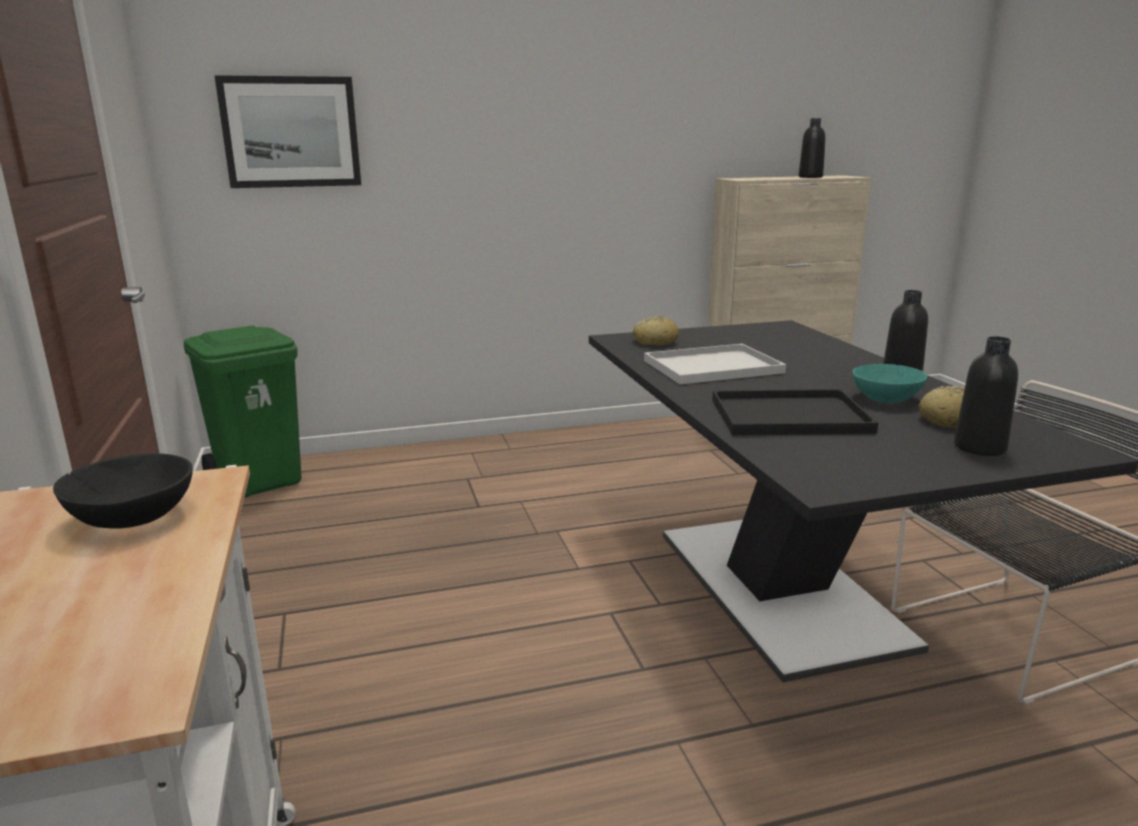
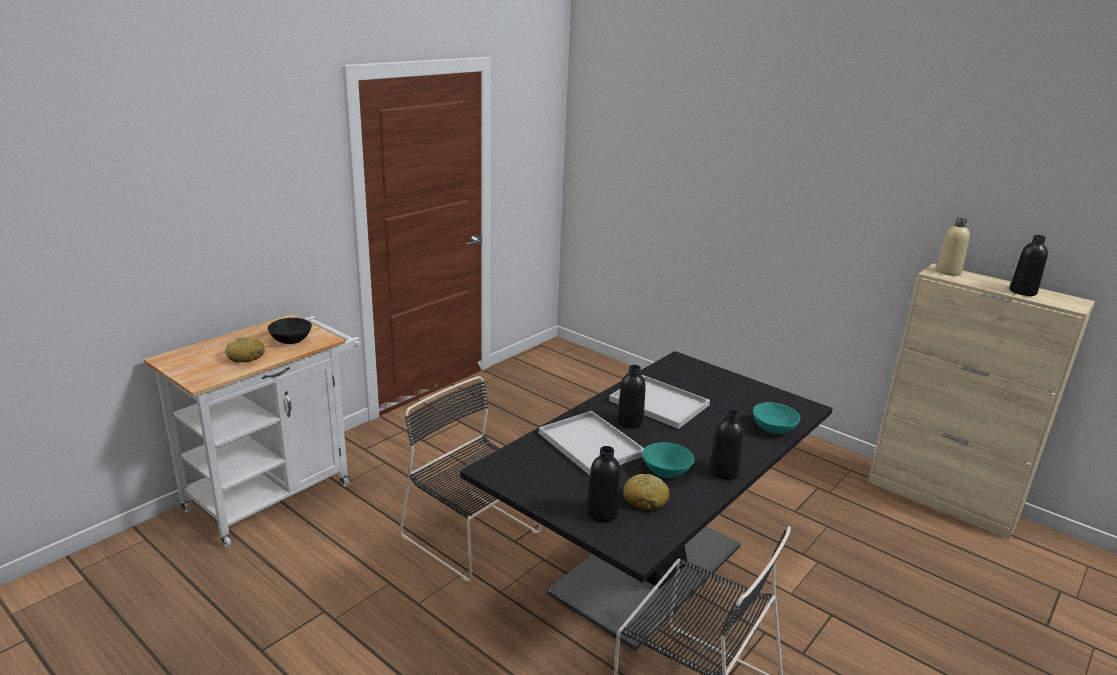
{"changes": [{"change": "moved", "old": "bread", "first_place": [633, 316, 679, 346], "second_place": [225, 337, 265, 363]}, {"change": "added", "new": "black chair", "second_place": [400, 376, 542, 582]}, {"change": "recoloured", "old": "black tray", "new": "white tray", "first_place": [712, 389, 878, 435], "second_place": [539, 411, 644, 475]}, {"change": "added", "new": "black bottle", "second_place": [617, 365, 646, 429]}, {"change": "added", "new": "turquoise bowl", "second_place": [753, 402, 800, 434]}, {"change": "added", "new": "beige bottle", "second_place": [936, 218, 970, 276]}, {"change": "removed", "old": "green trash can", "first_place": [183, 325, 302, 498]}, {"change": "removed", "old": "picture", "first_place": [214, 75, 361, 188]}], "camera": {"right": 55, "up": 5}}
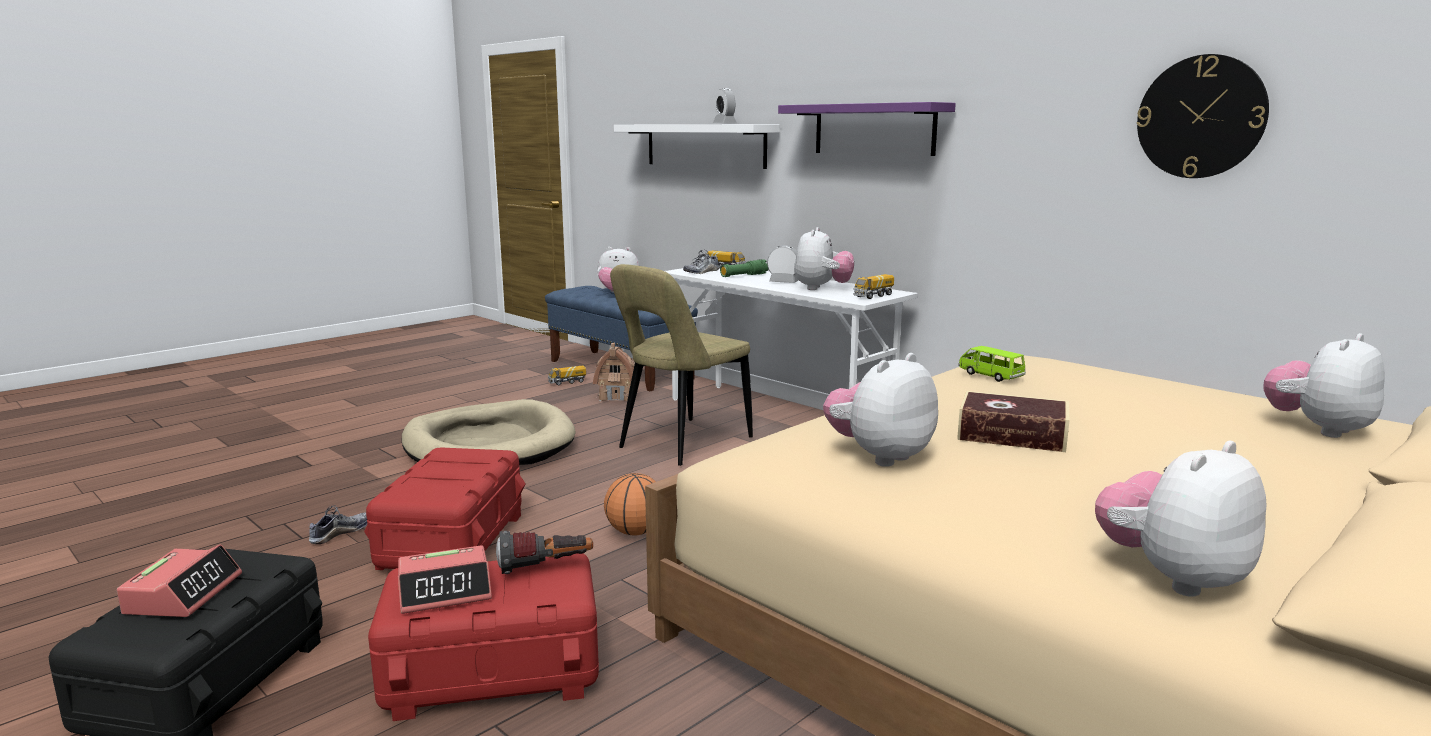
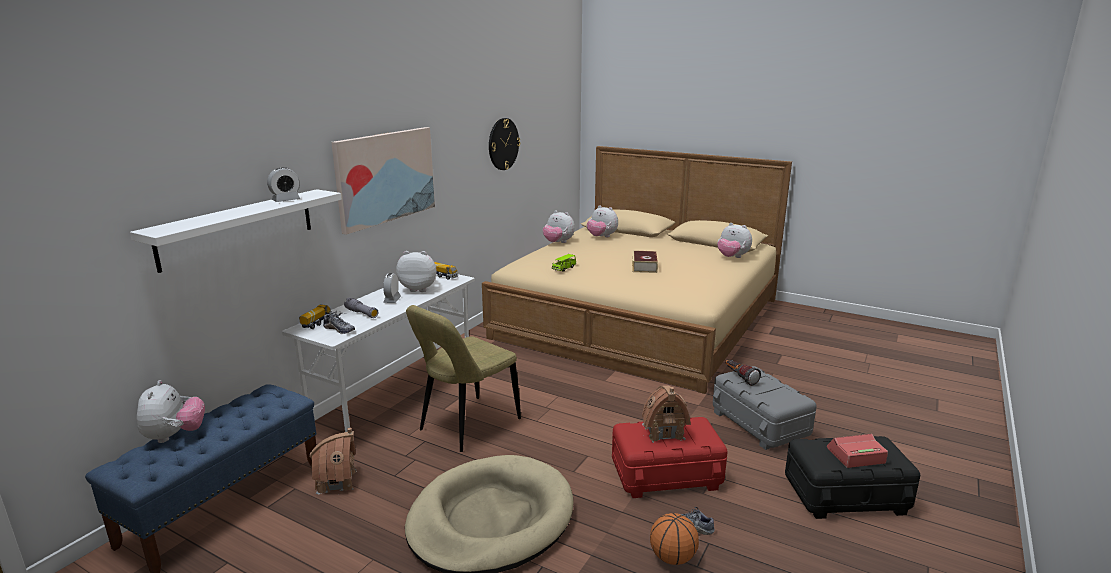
{"changes": [{"change": "replaced", "old": "purple shelf", "new": "picture", "first_place": [778, 102, 956, 156], "second_place": [331, 127, 435, 235]}, {"change": "recoloured", "old": "green flashlight", "new": "grey flashlight", "first_place": [720, 259, 768, 277], "second_place": [344, 298, 379, 318]}, {"change": "turned", "old": "beige chair", "first_place": [610, 264, 753, 466], "second_place": [406, 305, 521, 452], "degrees": 105}, {"change": "moved", "old": "plush toy", "first_place": [823, 353, 938, 467], "second_place": [543, 210, 575, 243]}, {"change": "added", "new": "toy house", "second_place": [642, 385, 691, 443]}, {"change": "moved", "old": "basketball", "first_place": [604, 473, 656, 536], "second_place": [650, 513, 699, 565]}, {"change": "recoloured", "old": "red storage box", "new": "grey storage box", "first_place": [368, 553, 599, 721], "second_place": [713, 366, 817, 450]}, {"change": "removed", "old": "alarm clock", "first_place": [398, 545, 492, 614]}, {"change": "removed", "old": "toy truck", "first_place": [548, 366, 586, 385]}], "camera": {"right": -105, "up": 5}}
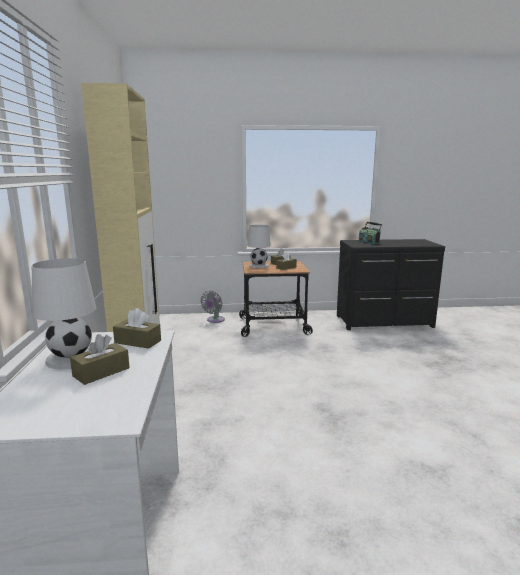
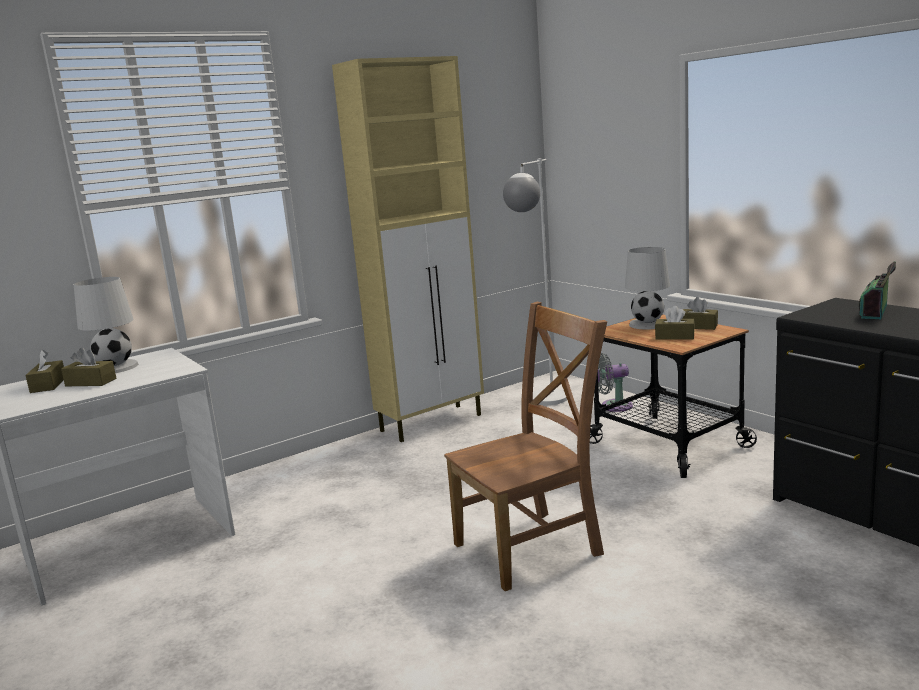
{"changes": [{"change": "moved", "old": "brown tissue box", "first_place": [113, 308, 161, 349], "second_place": [25, 350, 64, 393]}, {"change": "added", "new": "brown chair", "second_place": [444, 302, 607, 591]}, {"change": "added", "new": "white floor lamp", "second_place": [503, 158, 567, 405]}], "camera": {"right": 60, "up": 0}}
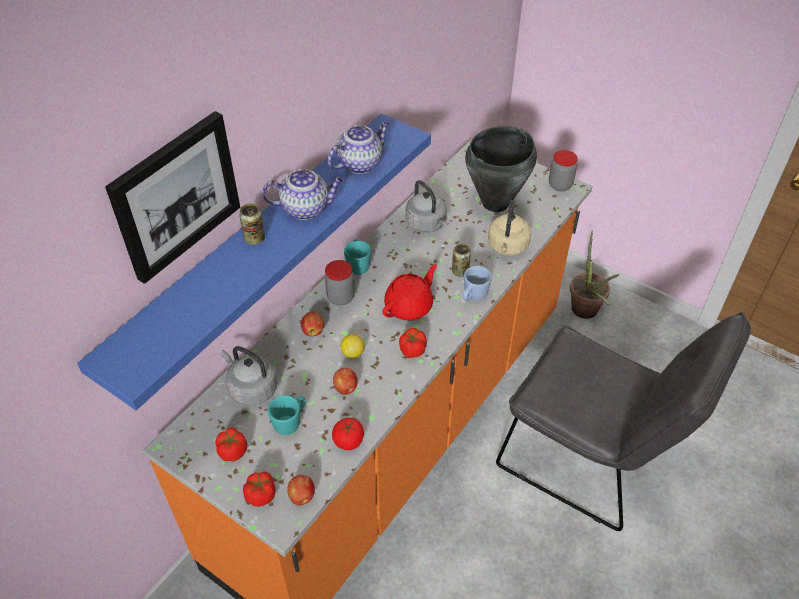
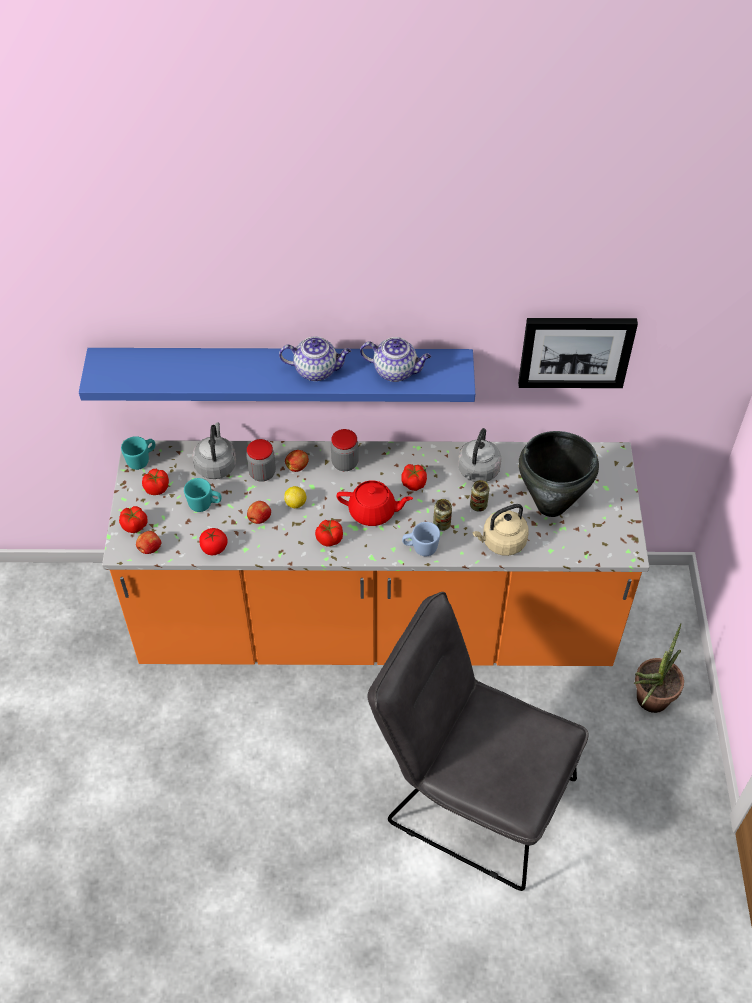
{"changes": [{"change": "moved", "old": "turquoise mug", "first_place": [344, 239, 371, 275], "second_place": [121, 436, 155, 470]}, {"change": "moved", "old": "jar", "first_place": [549, 150, 578, 191], "second_place": [246, 439, 276, 482]}, {"change": "turned", "old": "teapot", "first_place": [262, 169, 344, 220], "second_place": [279, 336, 351, 381], "degrees": -45}, {"change": "turned", "old": "grey chair", "first_place": [496, 312, 751, 531], "second_place": [367, 592, 589, 891], "degrees": 120}, {"change": "added", "new": "tomato", "second_place": [401, 464, 427, 491]}, {"change": "moved", "old": "can", "first_place": [239, 204, 265, 245], "second_place": [470, 480, 489, 512]}, {"change": "moved", "old": "picture", "first_place": [105, 111, 240, 284], "second_place": [518, 318, 638, 388]}], "camera": {"right": 55, "up": 5}}
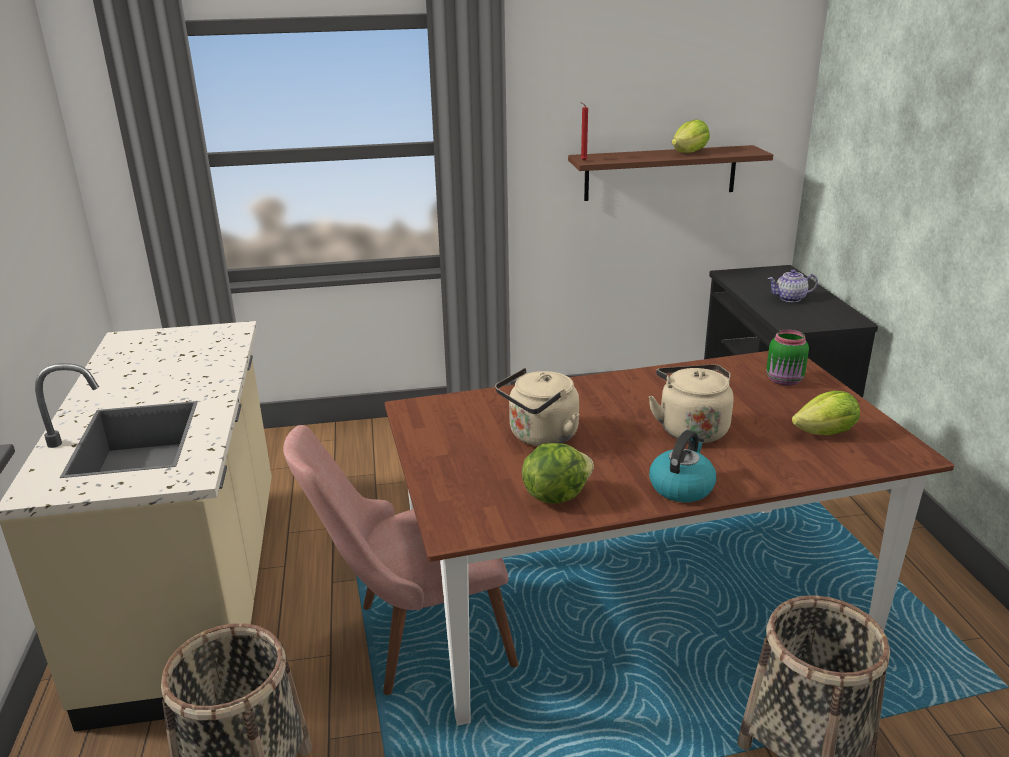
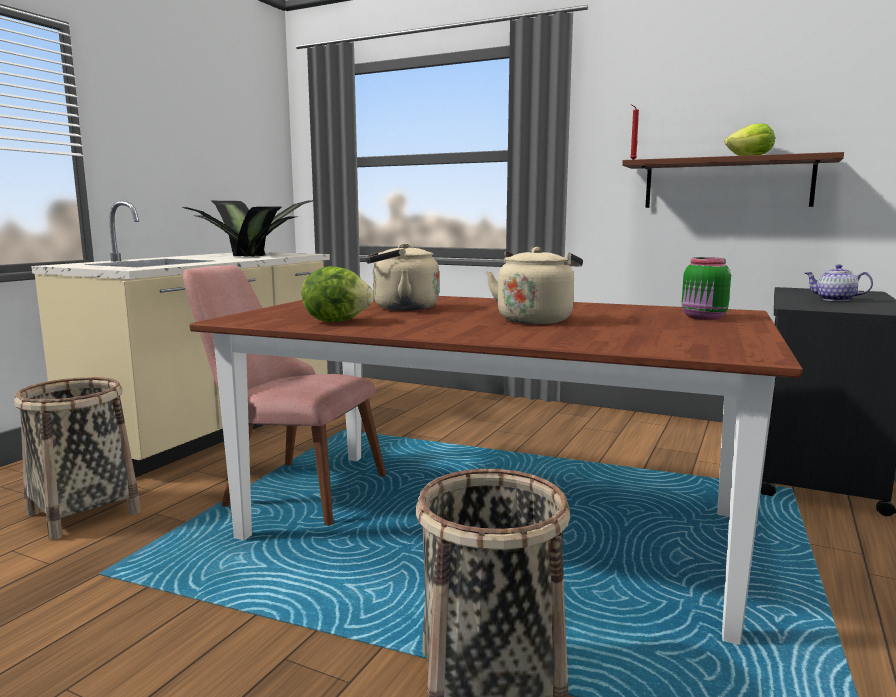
{"changes": [{"change": "added", "new": "potted plant", "second_place": [181, 200, 317, 257]}, {"change": "removed", "old": "kettle", "first_place": [649, 430, 716, 502]}, {"change": "removed", "old": "lettuce", "first_place": [792, 391, 860, 435]}], "camera": {"right": 35, "up": -15}}
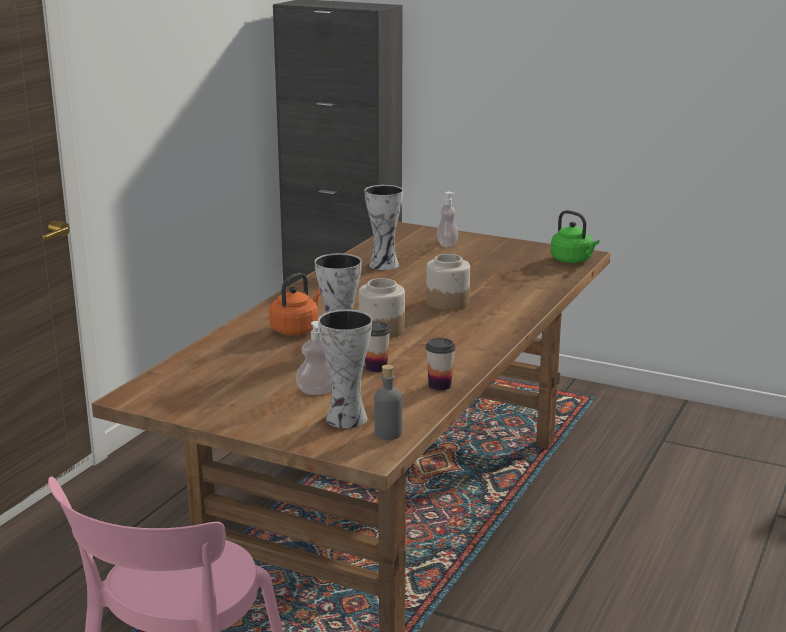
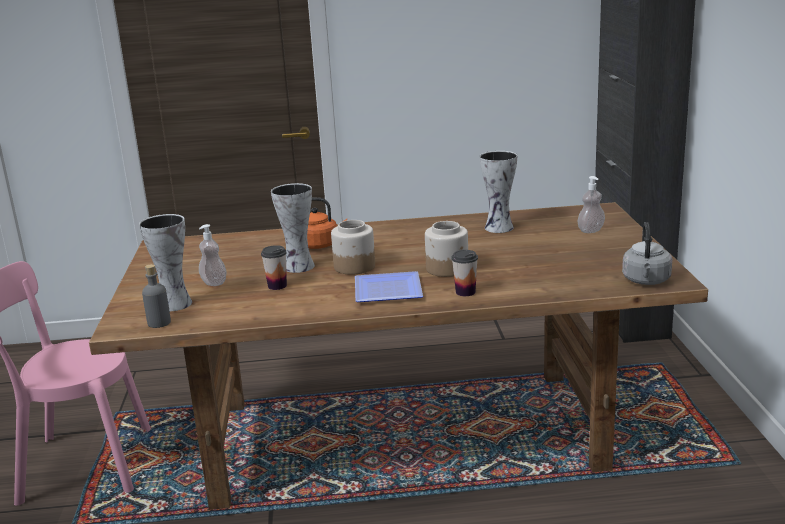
{"changes": [{"change": "added", "new": "plate", "second_place": [355, 271, 423, 302]}, {"change": "moved", "old": "cup", "first_place": [426, 338, 456, 391], "second_place": [451, 250, 478, 296]}, {"change": "recoloured", "old": "green kettle", "new": "grey kettle", "first_place": [551, 210, 599, 263], "second_place": [622, 222, 672, 285]}], "camera": {"right": 60, "up": 0}}
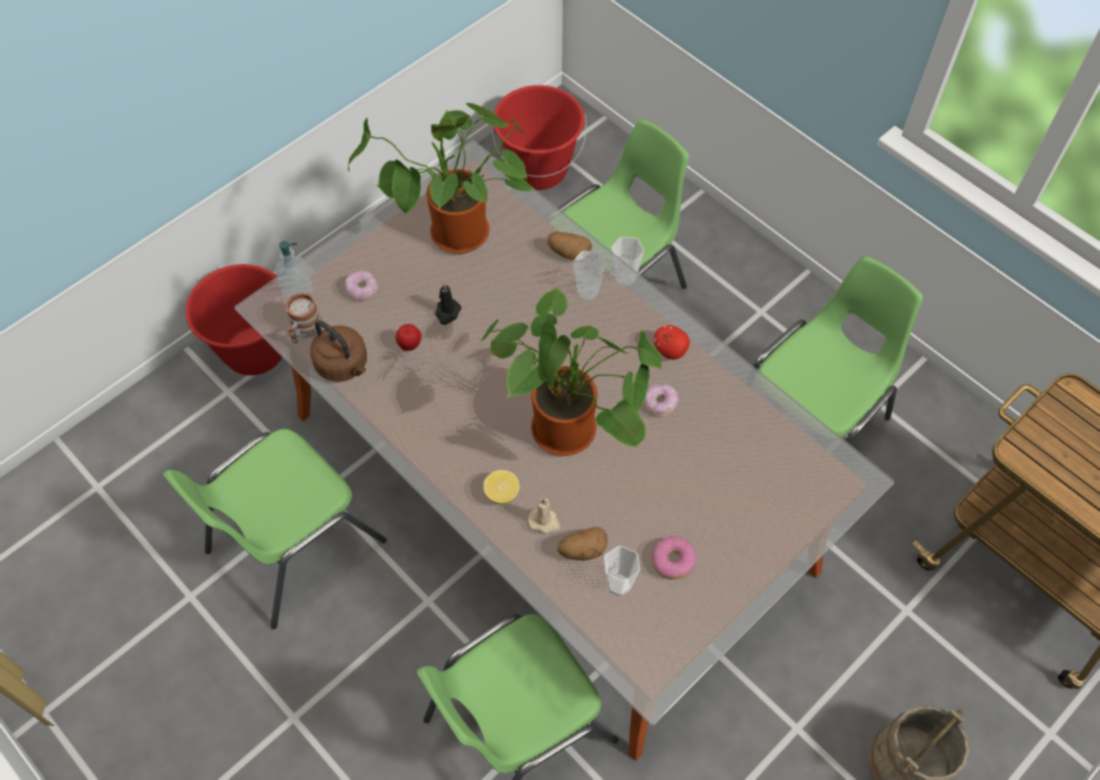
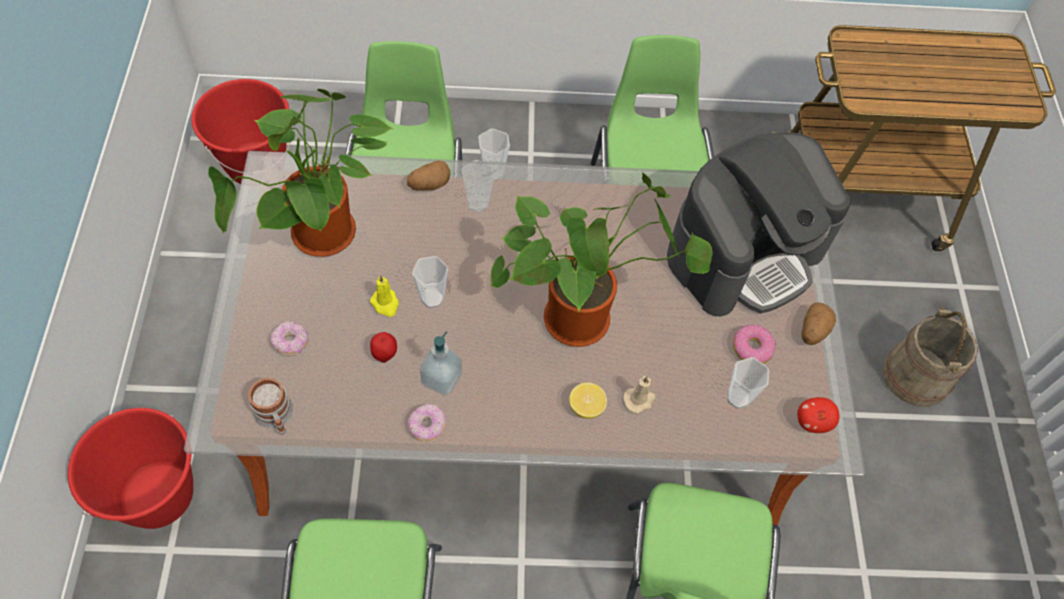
{"changes": [{"change": "recoloured", "old": "black candle", "new": "yellow candle", "first_place": [435, 283, 461, 325], "second_place": [370, 275, 399, 317]}, {"change": "moved", "old": "donut", "first_place": [644, 384, 679, 416], "second_place": [408, 404, 446, 442]}, {"change": "added", "new": "cup", "second_place": [412, 256, 448, 308]}, {"change": "moved", "old": "soap dispenser", "first_place": [275, 241, 313, 300], "second_place": [420, 332, 462, 395]}, {"change": "added", "new": "coffee machine", "second_place": [667, 132, 850, 316]}, {"change": "moved", "old": "apple", "first_place": [653, 325, 690, 360], "second_place": [797, 397, 839, 433]}, {"change": "moved", "old": "potato", "first_place": [557, 527, 608, 561], "second_place": [801, 302, 836, 345]}, {"change": "removed", "old": "brown kettle", "first_place": [310, 320, 367, 382]}], "camera": {"right": -50, "up": 0}}
